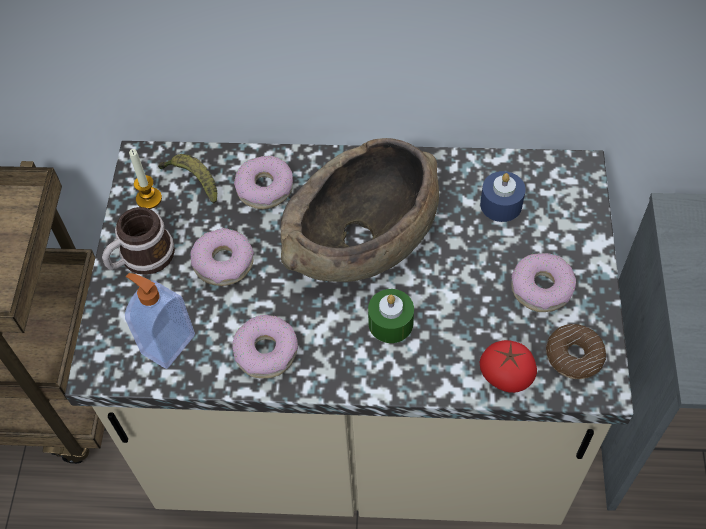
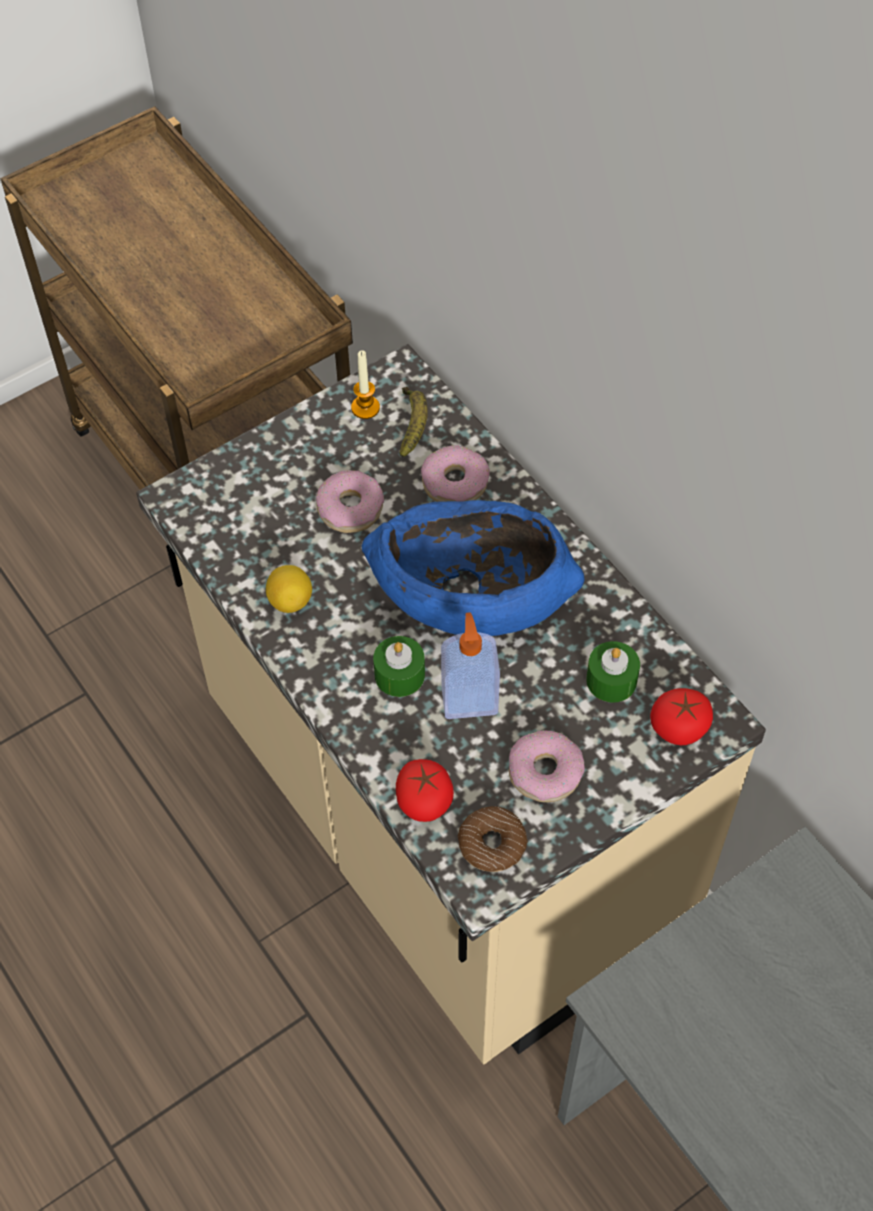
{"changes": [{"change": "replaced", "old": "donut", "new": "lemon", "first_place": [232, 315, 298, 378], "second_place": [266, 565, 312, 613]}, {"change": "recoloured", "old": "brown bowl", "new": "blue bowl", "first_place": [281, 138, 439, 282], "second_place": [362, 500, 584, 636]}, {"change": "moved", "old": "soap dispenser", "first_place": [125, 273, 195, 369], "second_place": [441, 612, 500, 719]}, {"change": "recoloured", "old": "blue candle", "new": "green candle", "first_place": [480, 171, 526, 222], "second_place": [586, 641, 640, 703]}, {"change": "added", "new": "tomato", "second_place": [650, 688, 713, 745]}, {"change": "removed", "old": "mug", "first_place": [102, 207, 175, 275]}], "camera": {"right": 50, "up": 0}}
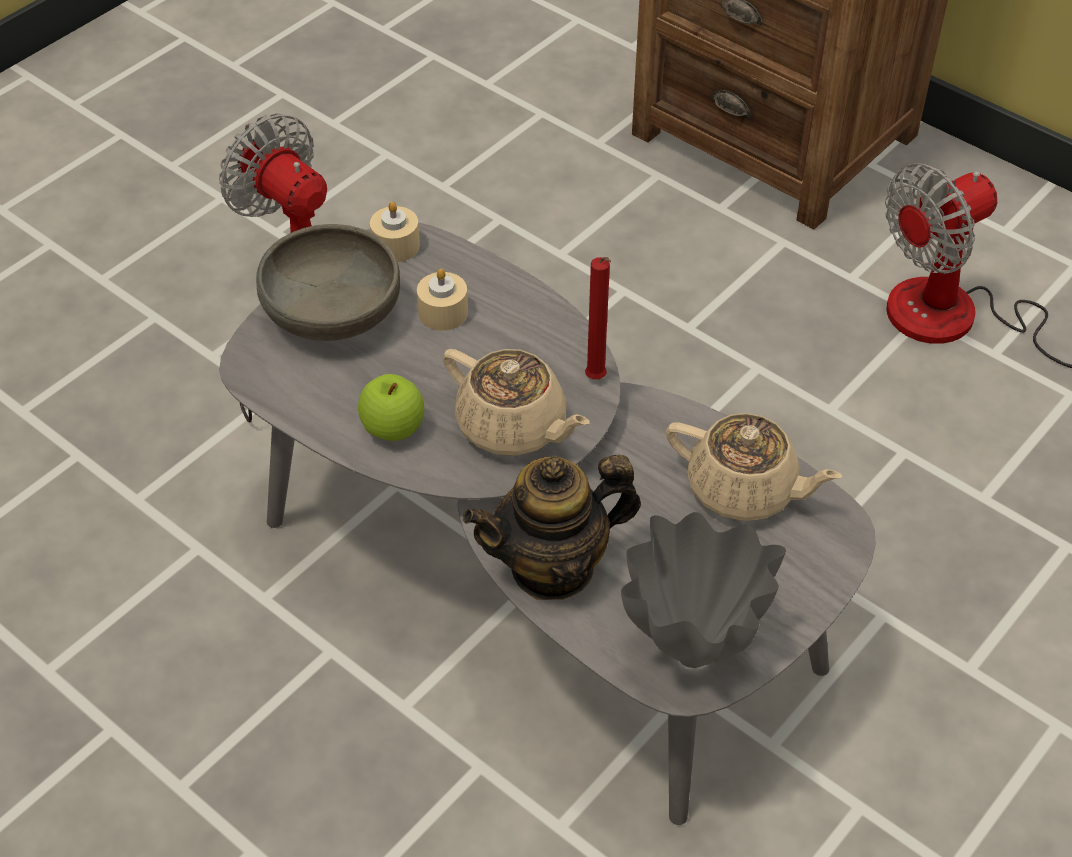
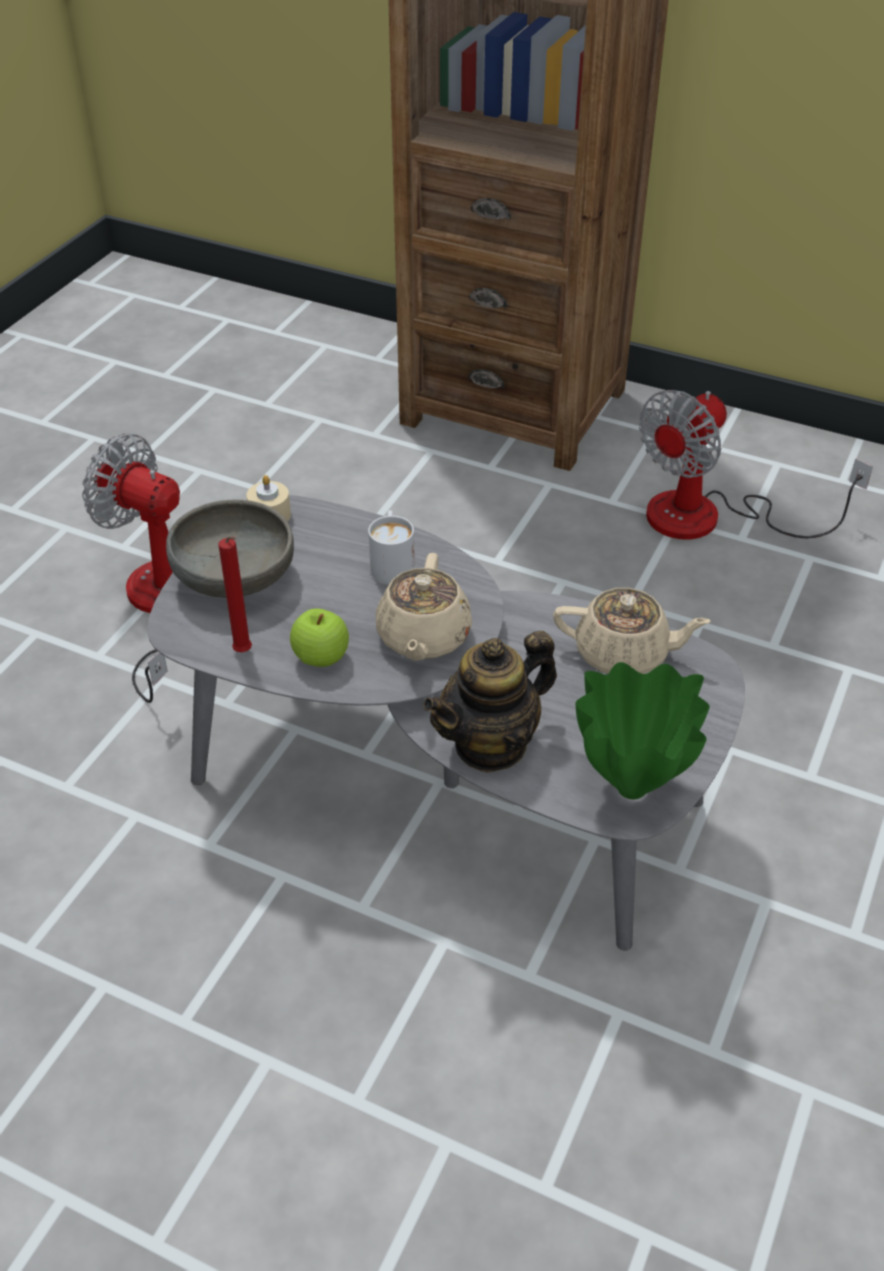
{"changes": [{"change": "moved", "old": "red candle", "first_place": [585, 257, 611, 380], "second_place": [218, 536, 252, 652]}, {"change": "added", "new": "white mug", "second_place": [368, 510, 415, 585]}, {"change": "turned", "old": "beige teapot", "first_place": [443, 349, 590, 456], "second_place": [376, 553, 472, 661], "degrees": 75}, {"change": "recoloured", "old": "grey vase", "new": "green vase", "first_place": [621, 512, 786, 668], "second_place": [576, 662, 710, 799]}, {"change": "removed", "old": "beige candle", "first_place": [417, 269, 468, 331]}], "camera": {"right": -15, "up": -5}}
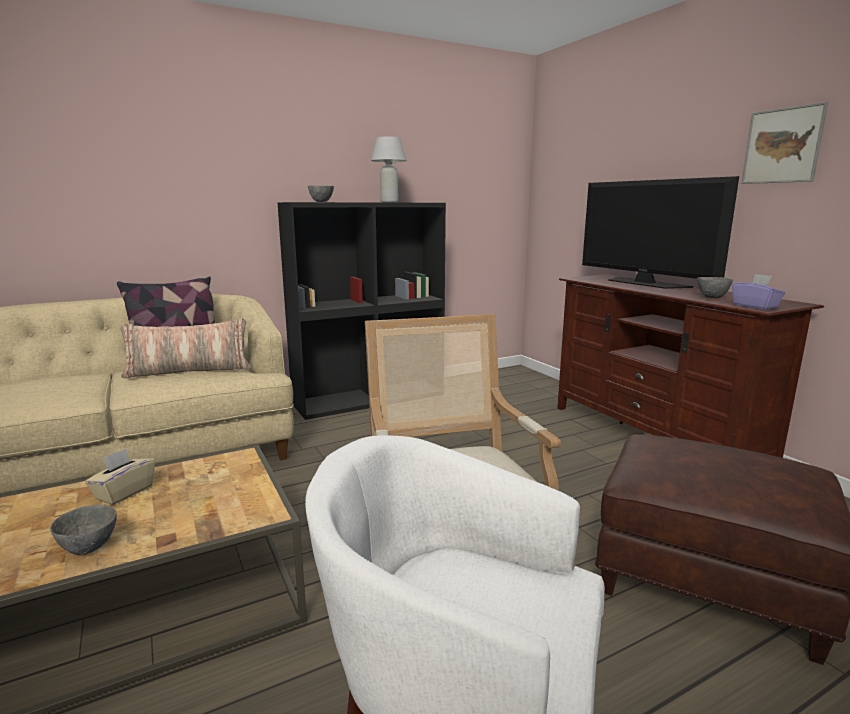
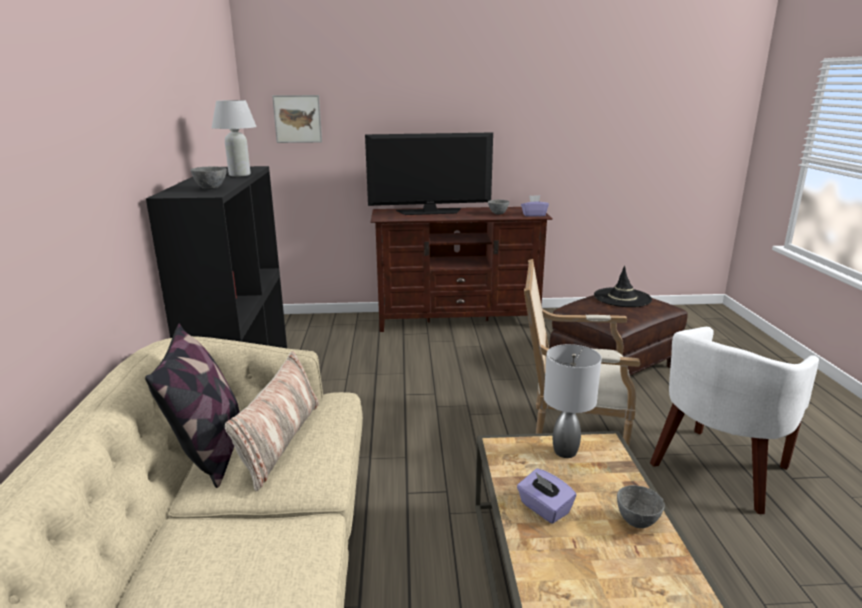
{"changes": [{"change": "moved", "old": "picture", "first_place": [741, 102, 828, 184], "second_place": [272, 95, 322, 143]}, {"change": "recoloured", "old": "beige tissue box", "new": "purple tissue box", "first_place": [85, 448, 155, 505], "second_place": [517, 468, 576, 524]}, {"change": "added", "new": "grey table lamp", "second_place": [544, 344, 602, 458]}, {"change": "added", "new": "black hat", "second_place": [594, 266, 652, 307]}], "camera": {"right": -65, "up": 5}}
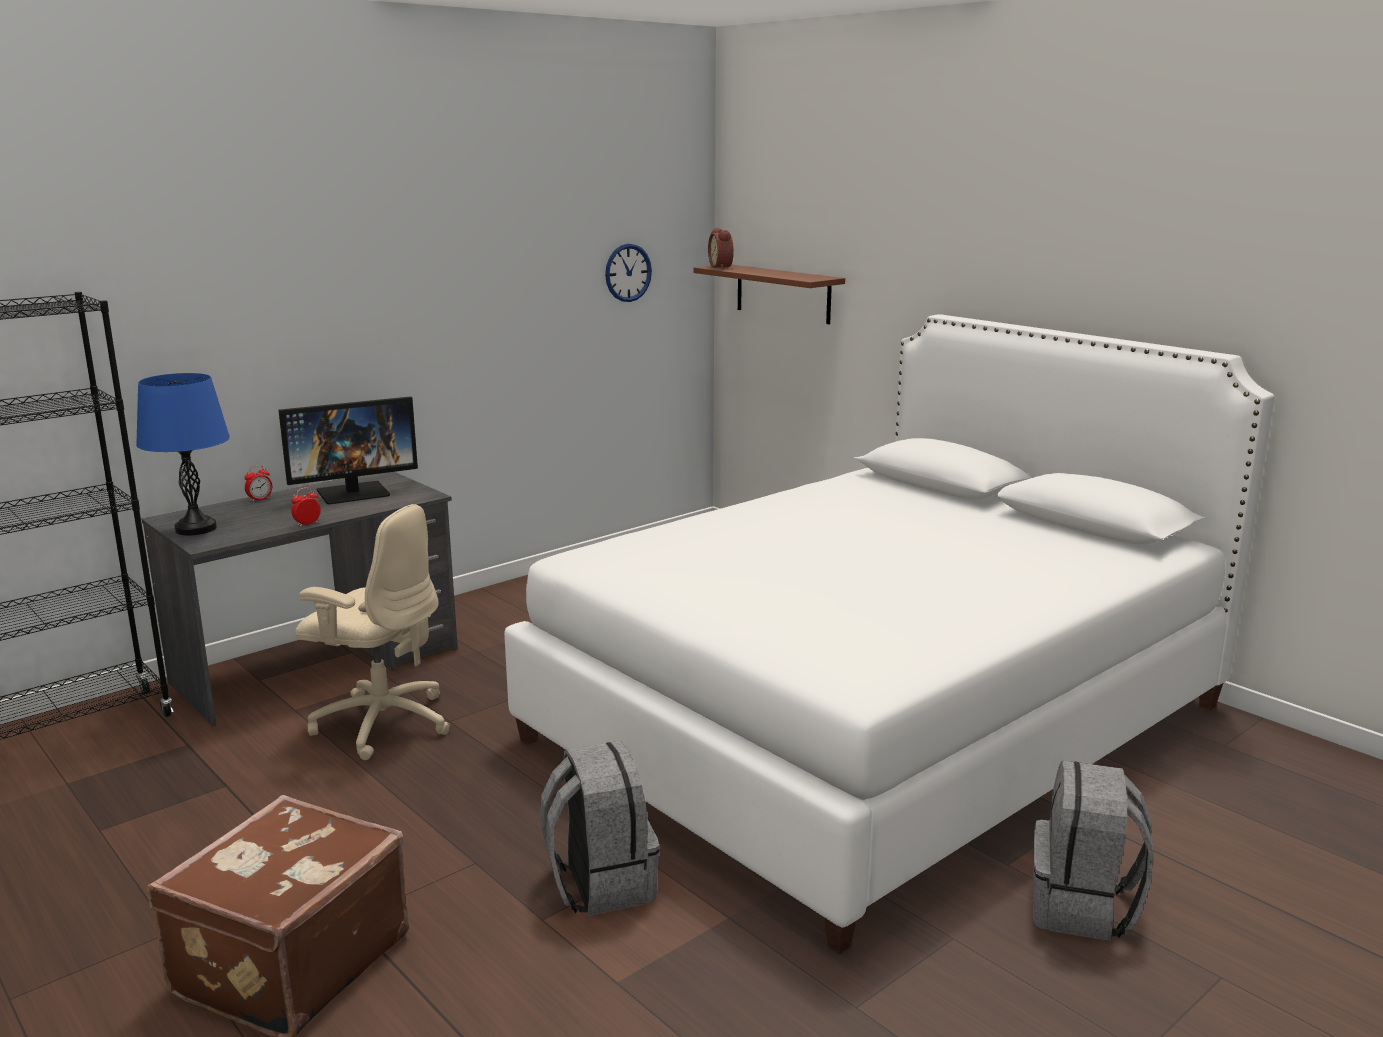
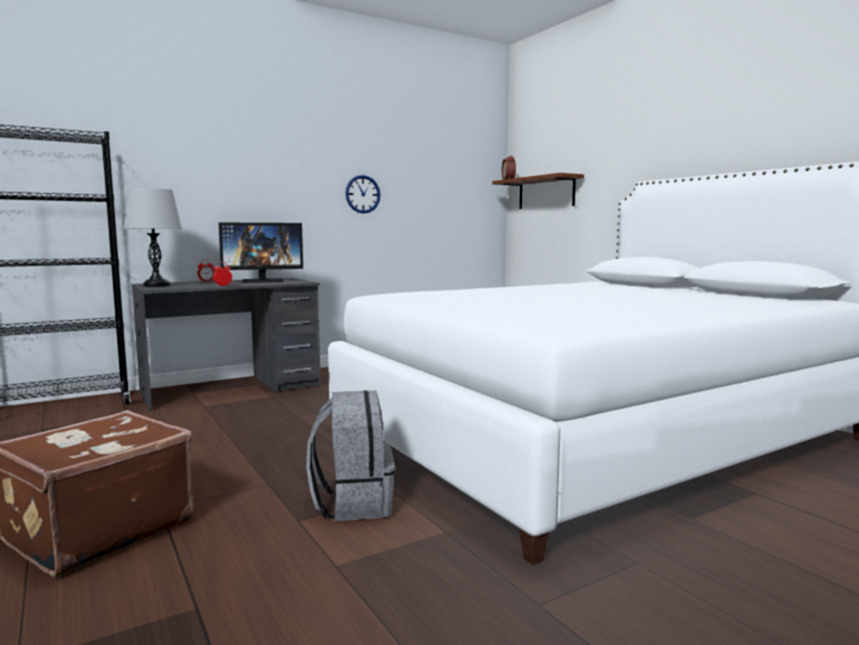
{"changes": [{"change": "recoloured", "old": "blue table lamp", "new": "grey table lamp", "first_place": [136, 373, 230, 535], "second_place": [123, 188, 182, 287]}, {"change": "moved", "old": "wall clock", "first_place": [605, 244, 652, 302], "second_place": [346, 175, 380, 214]}, {"change": "removed", "old": "beige office chair", "first_place": [295, 504, 450, 760]}, {"change": "removed", "old": "grey backpack", "first_place": [1033, 760, 1153, 941]}], "camera": {"right": 10, "up": -10}}
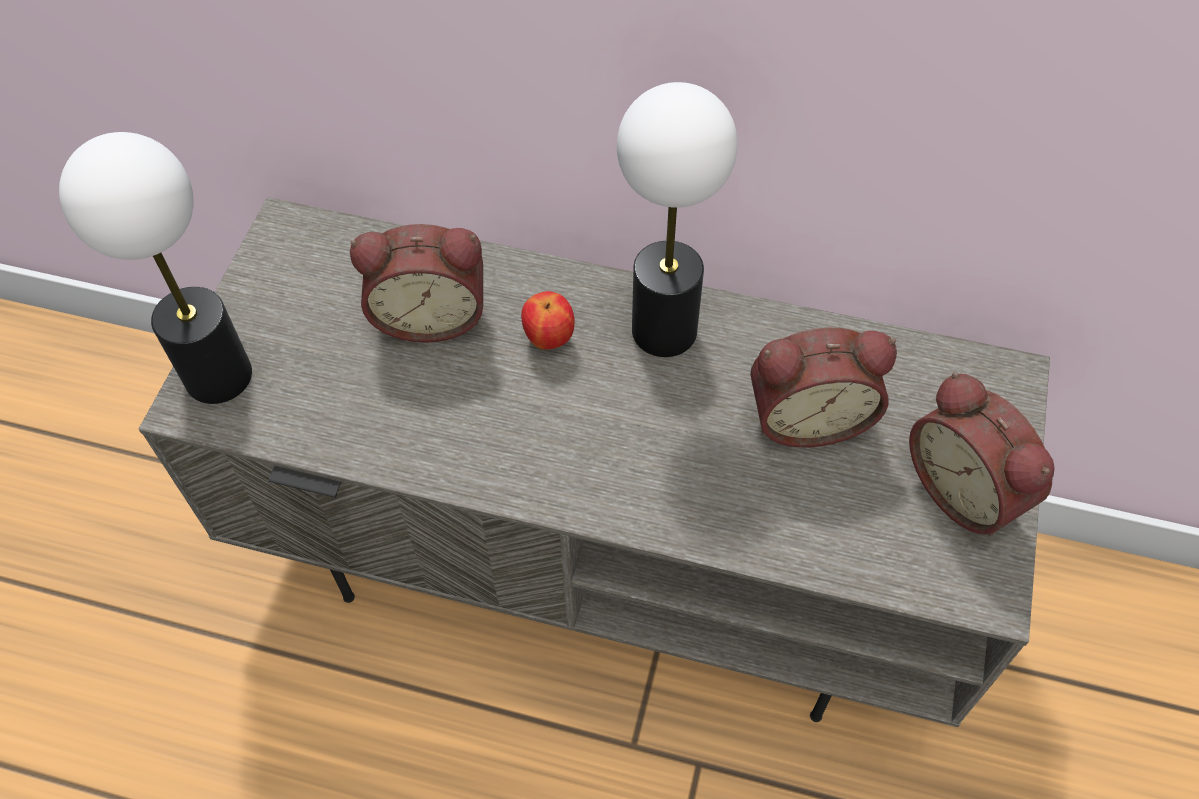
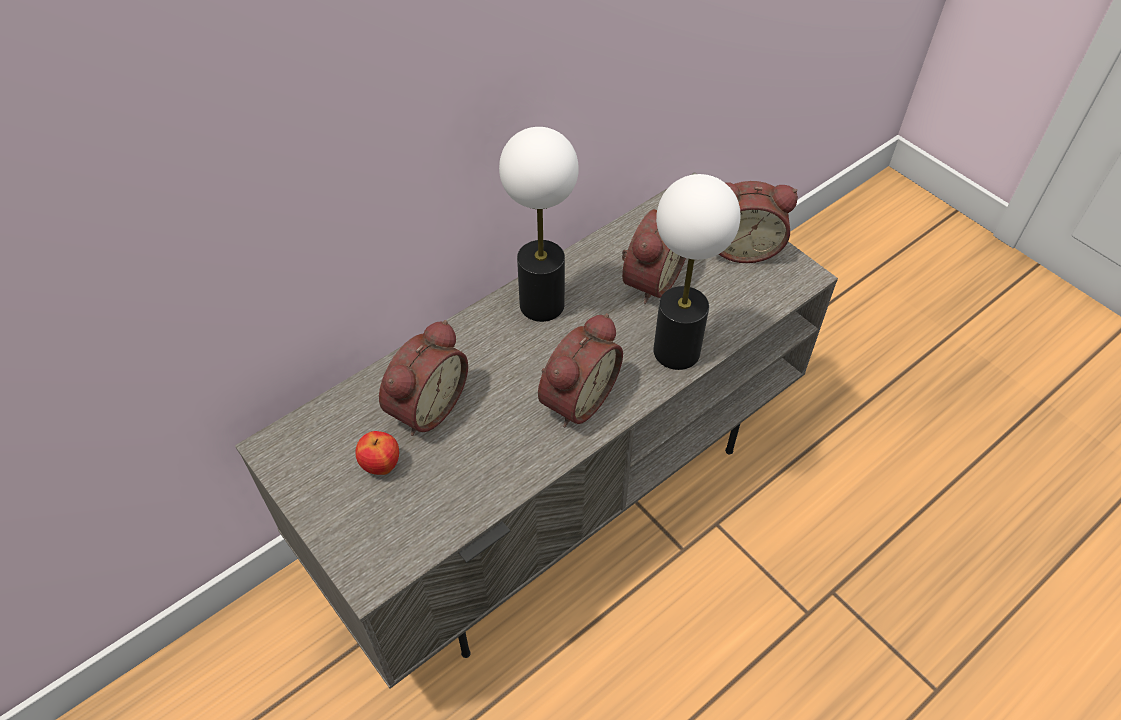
{"changes": [{"change": "moved", "old": "apple", "first_place": [521, 291, 575, 350], "second_place": [355, 431, 399, 475]}, {"change": "added", "new": "alarm clock", "second_place": [538, 313, 623, 427]}, {"change": "moved", "old": "table lamp", "first_place": [59, 132, 252, 404], "second_place": [653, 174, 740, 370]}], "camera": {"right": -55, "up": -5}}
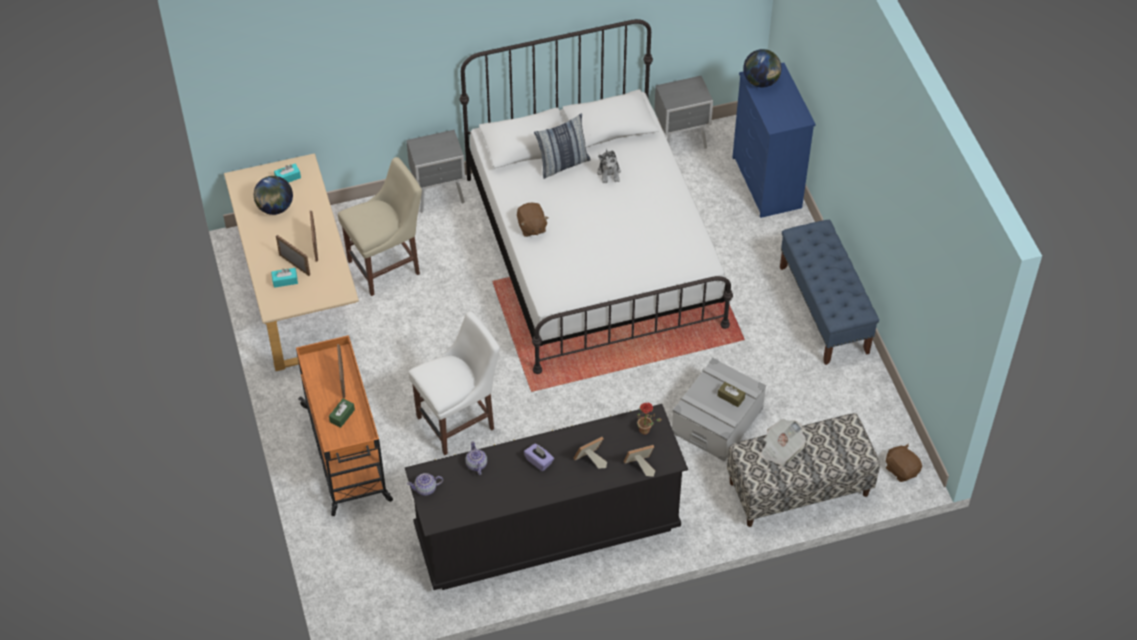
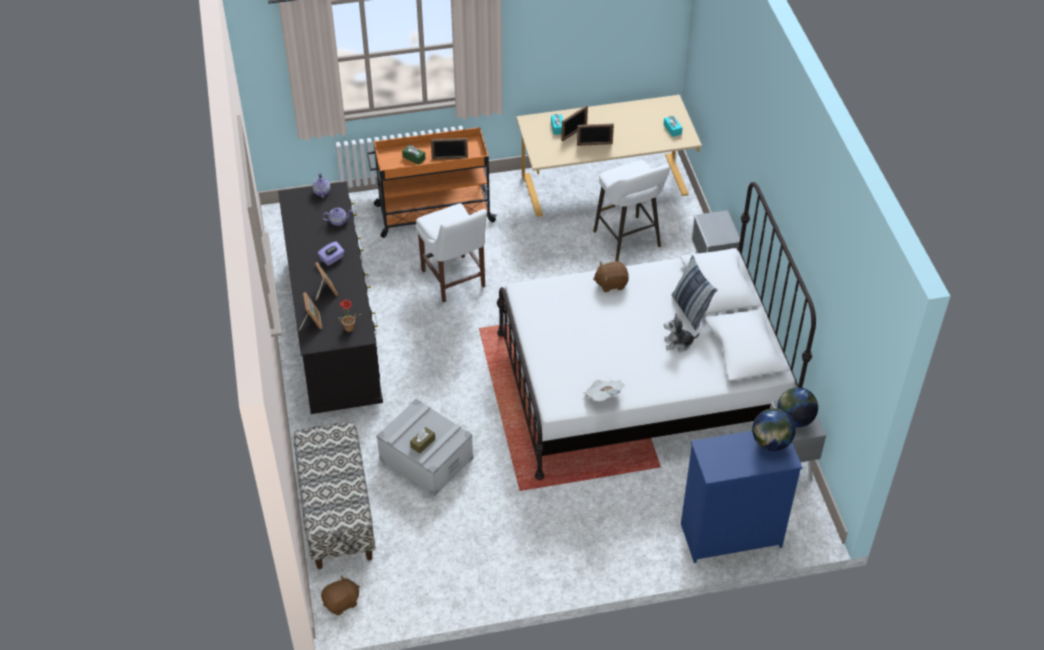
{"changes": [{"change": "moved", "old": "newspaper", "first_place": [760, 419, 806, 466], "second_place": [583, 380, 625, 401]}, {"change": "replaced", "old": "beige chair", "new": "white stool", "first_place": [338, 157, 422, 296], "second_place": [593, 160, 670, 261]}, {"change": "moved", "old": "globe", "first_place": [254, 176, 293, 215], "second_place": [777, 387, 818, 427]}, {"change": "removed", "old": "blue bench", "first_place": [780, 220, 879, 365]}], "camera": {"right": 95, "up": -5}}
